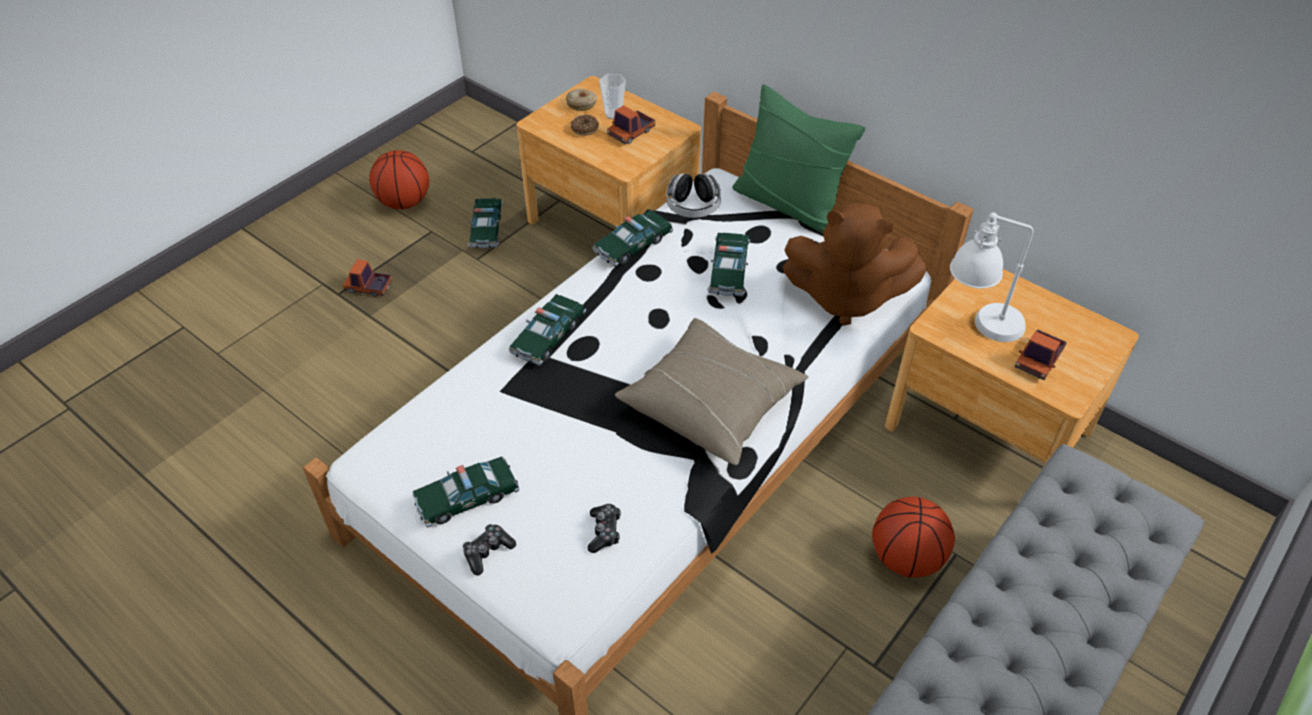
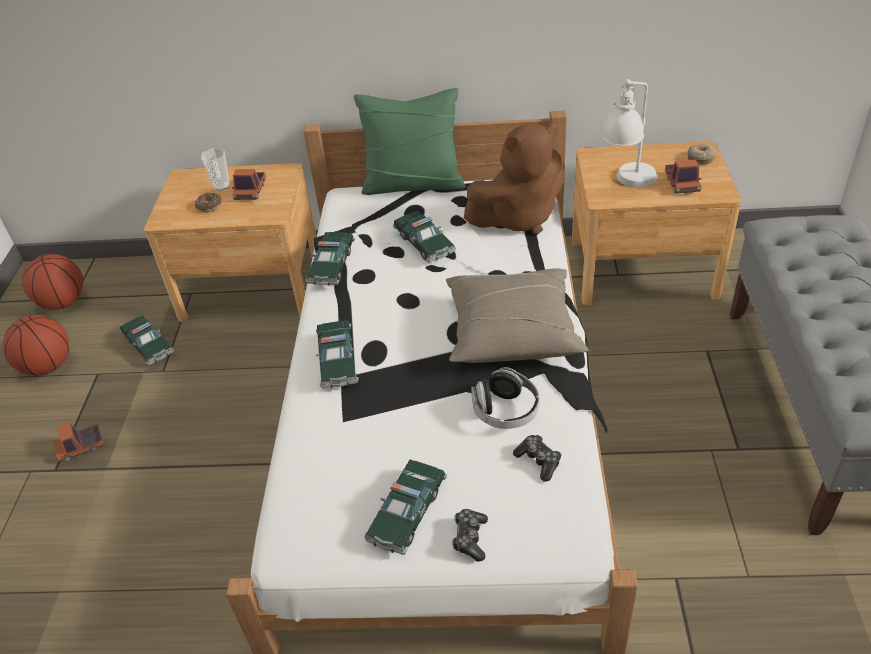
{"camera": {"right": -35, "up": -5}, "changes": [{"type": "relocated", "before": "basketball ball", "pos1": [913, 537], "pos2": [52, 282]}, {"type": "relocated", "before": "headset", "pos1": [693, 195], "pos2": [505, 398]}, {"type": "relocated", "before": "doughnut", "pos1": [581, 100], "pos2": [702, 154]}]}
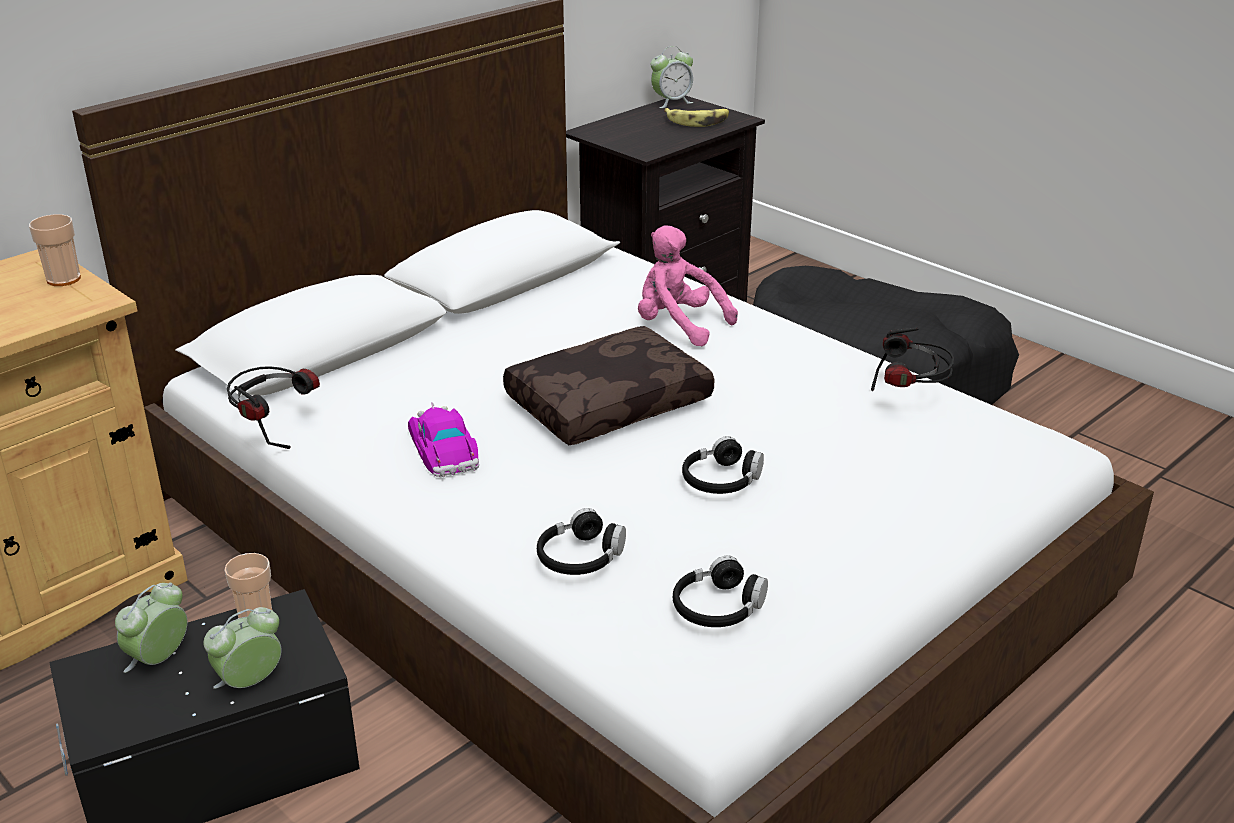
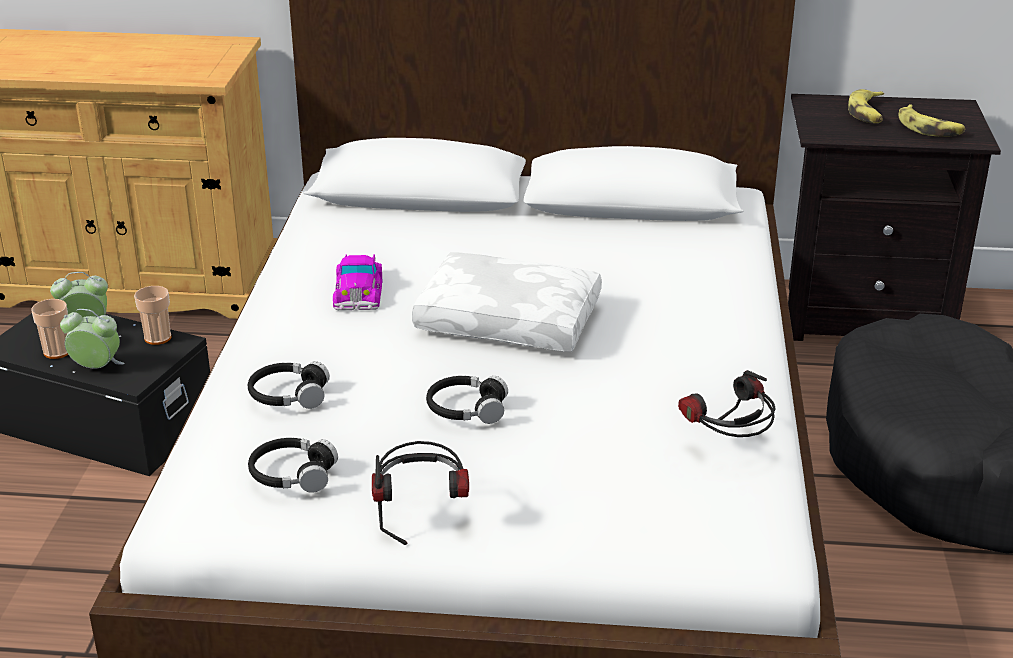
{"camera": {"right": 50, "up": 0}, "changes": [{"type": "relocated", "before": "small cup", "pos1": [55, 250], "pos2": [49, 329]}, {"type": "spun", "before": "miniature car", "pos1": [443, 439], "pos2": [357, 282], "turn": 150}, {"type": "relocated", "before": "headset", "pos1": [273, 407], "pos2": [420, 493]}, {"type": "colour", "before": "throw pillow (brown)", "after": "throw pillow (white)", "pos1": [609, 385], "pos2": [507, 302]}, {"type": "appeared", "after": "banana", "pos2": [866, 106]}, {"type": "missing", "before": "soft toy (pink)", "pos1": [688, 285]}, {"type": "missing", "before": "table clock", "pos1": [672, 77]}]}
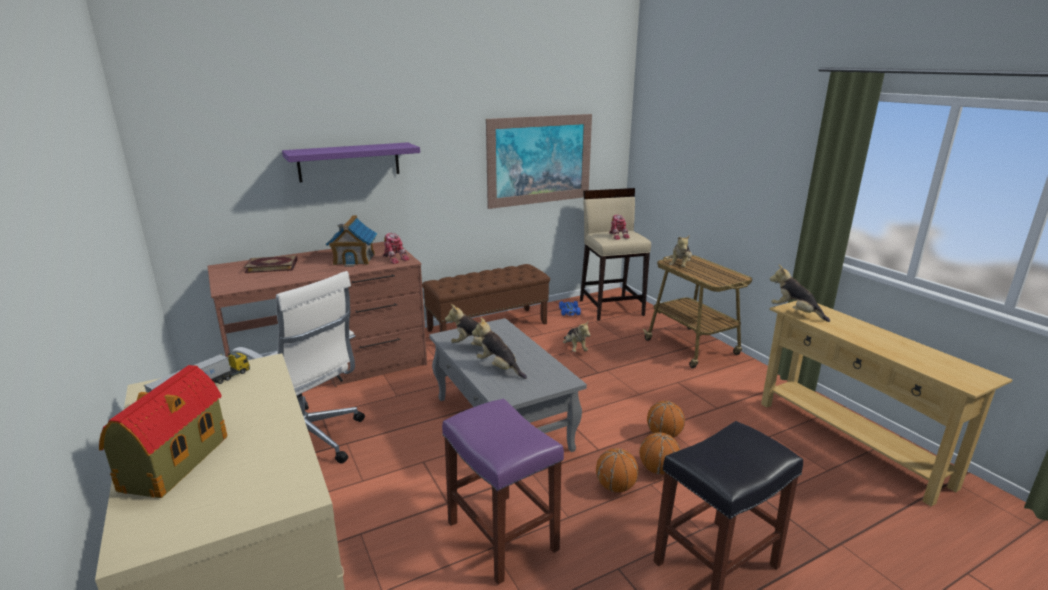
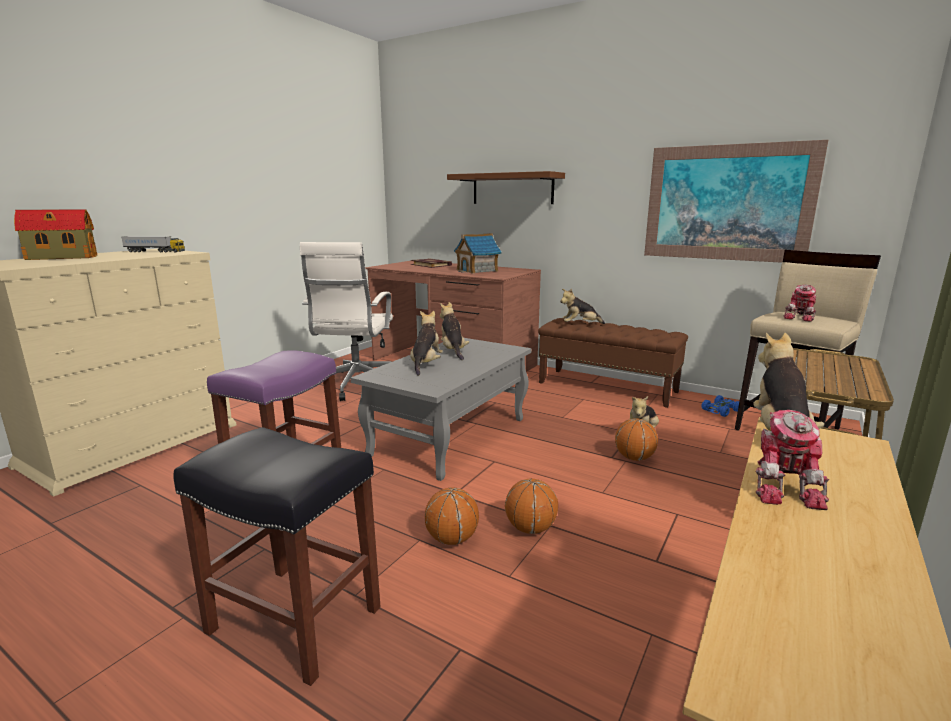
{"camera": {"right": 60, "up": -5}, "changes": [{"type": "colour", "before": "wall shelf (purple-coloured)", "after": "wall shelf (brown)", "pos1": [351, 162], "pos2": [506, 187]}, {"type": "relocated", "before": "soft toy", "pos1": [680, 251], "pos2": [582, 306]}, {"type": "relocated", "before": "basketball ball", "pos1": [617, 470], "pos2": [636, 439]}, {"type": "relocated", "before": "toy robot", "pos1": [396, 248], "pos2": [792, 460]}]}
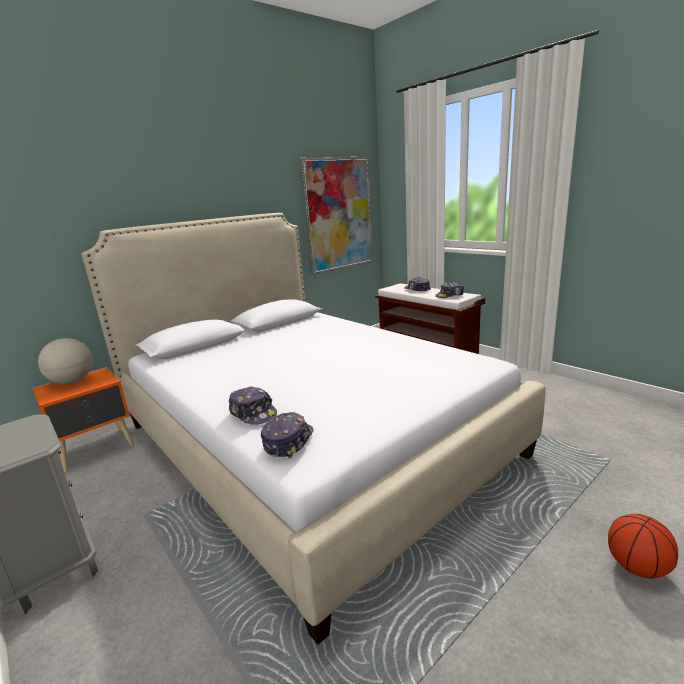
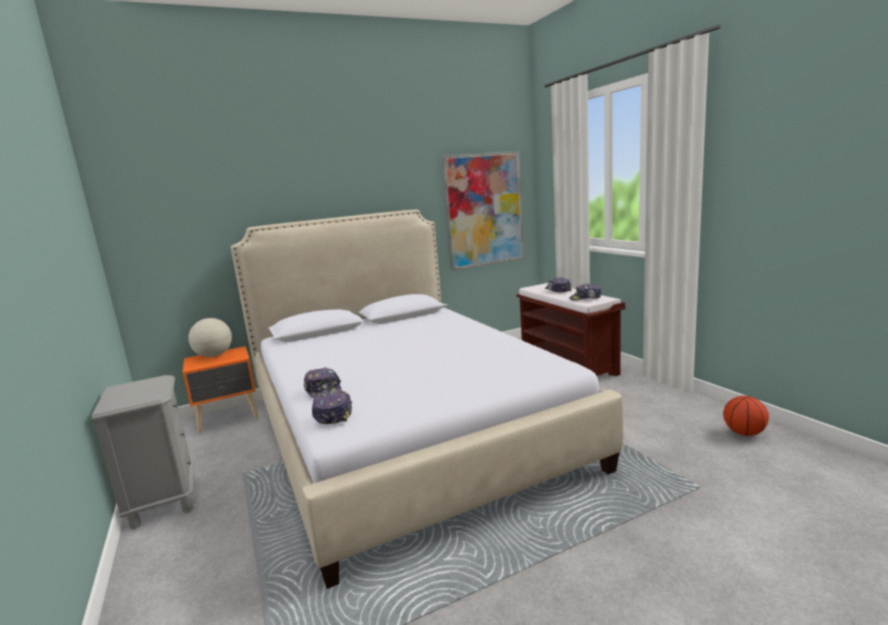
{"camera": {"right": 15, "up": -5}, "changes": [{"type": "spun", "before": "cap", "pos1": [287, 435], "pos2": [332, 406], "turn": -45}, {"type": "relocated", "before": "basketball ball", "pos1": [643, 546], "pos2": [746, 416]}]}
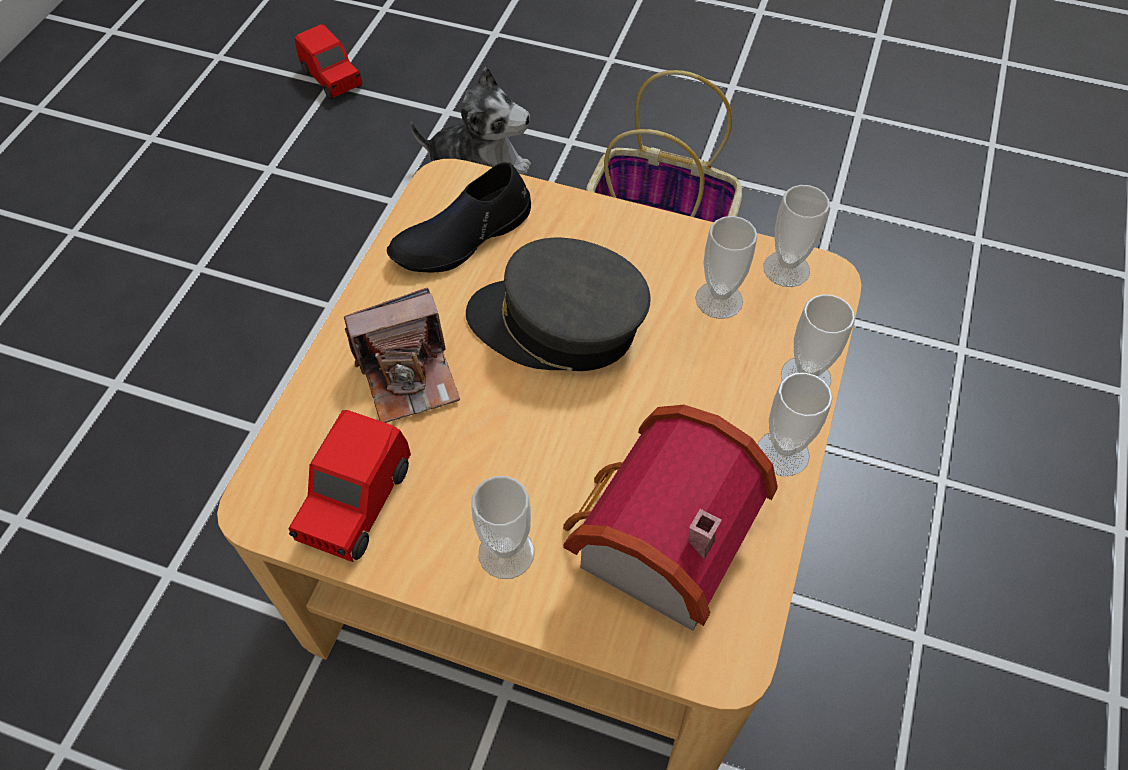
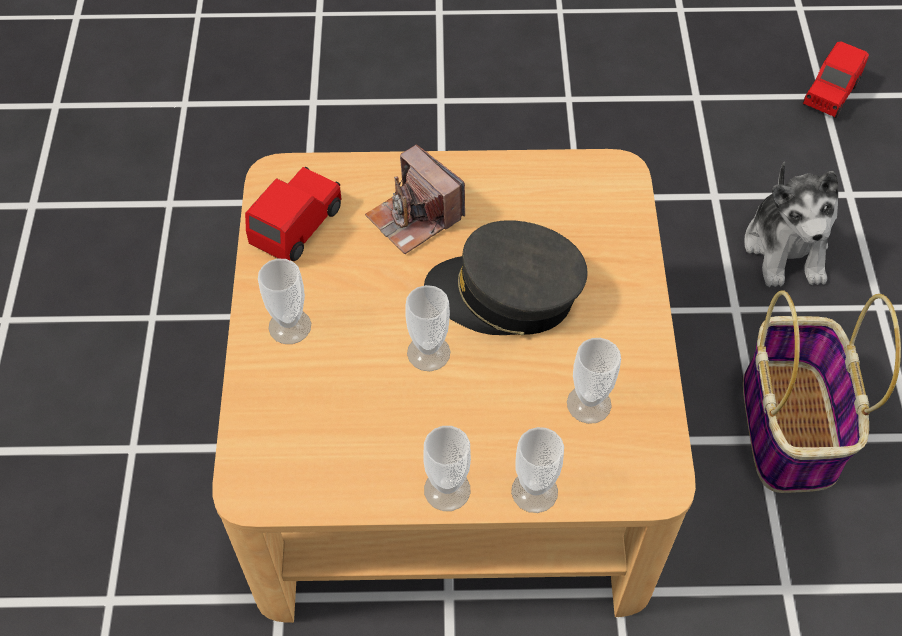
{"camera": {"right": 70, "up": 0}, "changes": [{"type": "spun", "before": "miniature car (red)", "pos1": [349, 486], "pos2": [293, 214], "turn": 120}, {"type": "relocated", "before": "small cup", "pos1": [797, 236], "pos2": [428, 328]}, {"type": "spun", "before": "cap (greyish)", "pos1": [558, 305], "pos2": [506, 277], "turn": -75}, {"type": "missing", "before": "low shoe (blackish)", "pos1": [459, 217]}, {"type": "missing", "before": "model house", "pos1": [670, 518]}]}
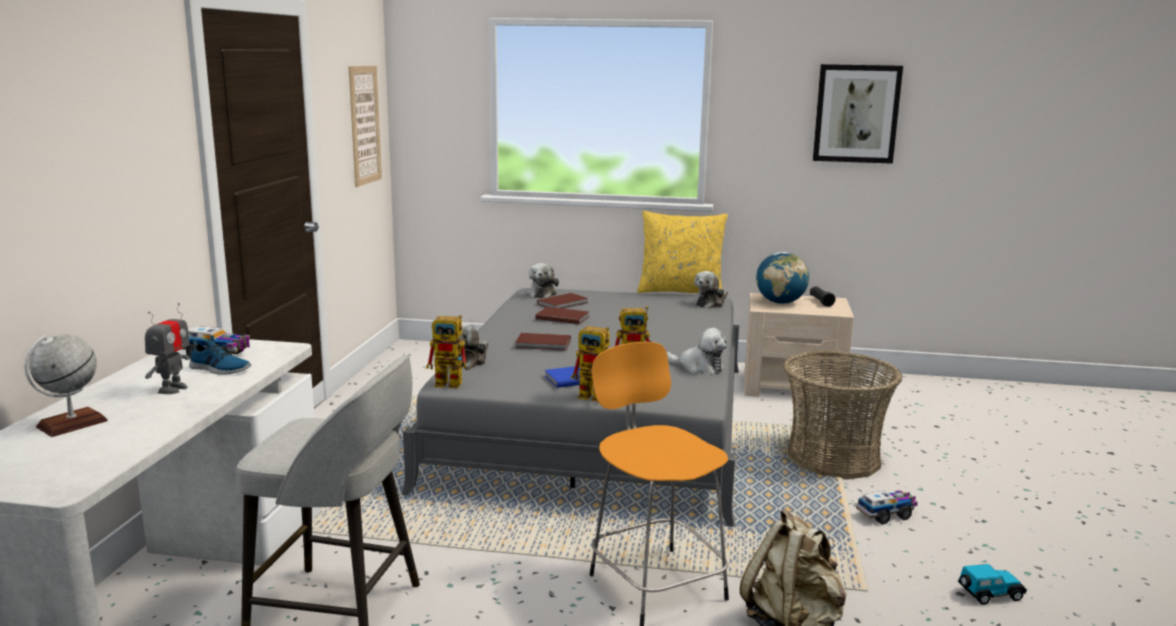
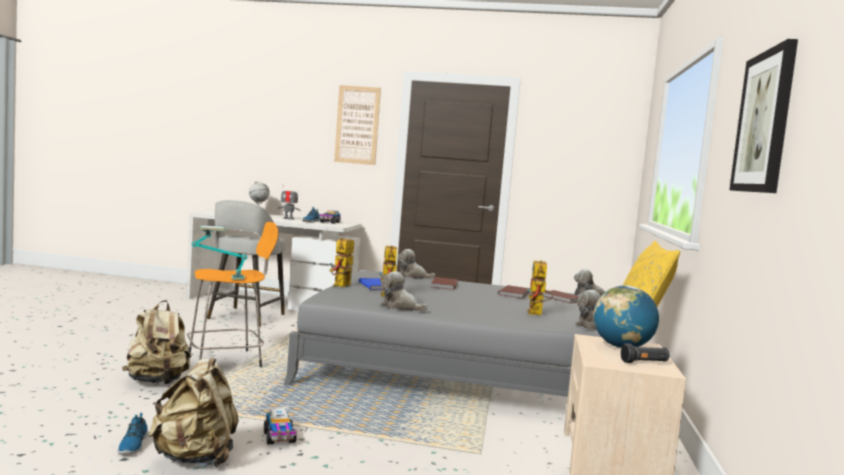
{"camera": {"right": 90, "up": -10}, "changes": [{"type": "exchanged", "before": "miniature car", "after": "low shoe", "pos1": [992, 584], "pos2": [133, 433]}, {"type": "appeared", "after": "backpack (sand-coloured)", "pos2": [193, 412]}, {"type": "appeared", "after": "tabletop lamp", "pos2": [219, 253]}, {"type": "relocated", "before": "picture", "pos1": [365, 126], "pos2": [357, 125]}, {"type": "spun", "before": "soft toy", "pos1": [696, 351], "pos2": [404, 291], "turn": 90}, {"type": "relocated", "before": "toy robot", "pos1": [451, 351], "pos2": [540, 287]}, {"type": "missing", "before": "storage basket", "pos1": [842, 415]}]}
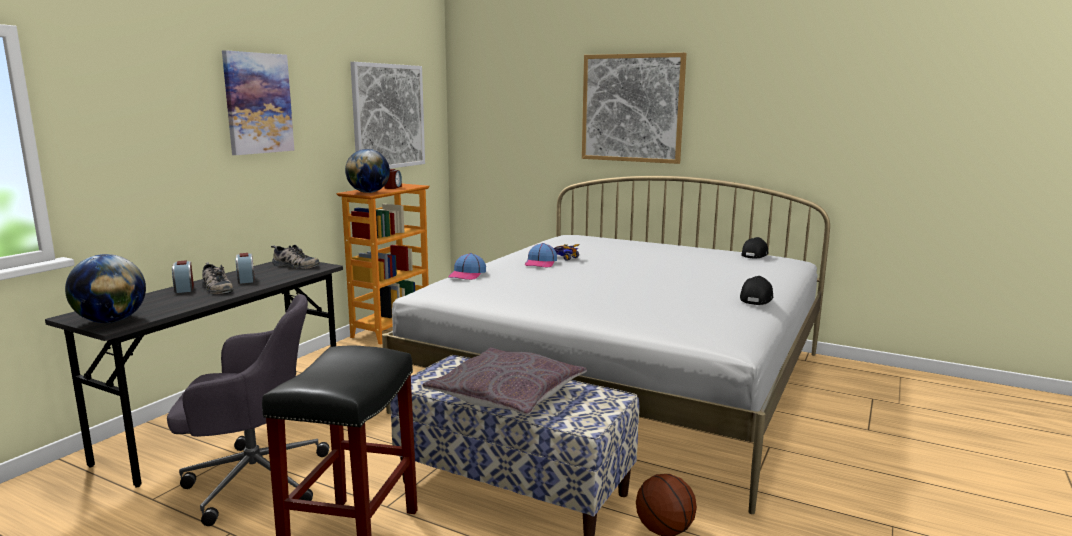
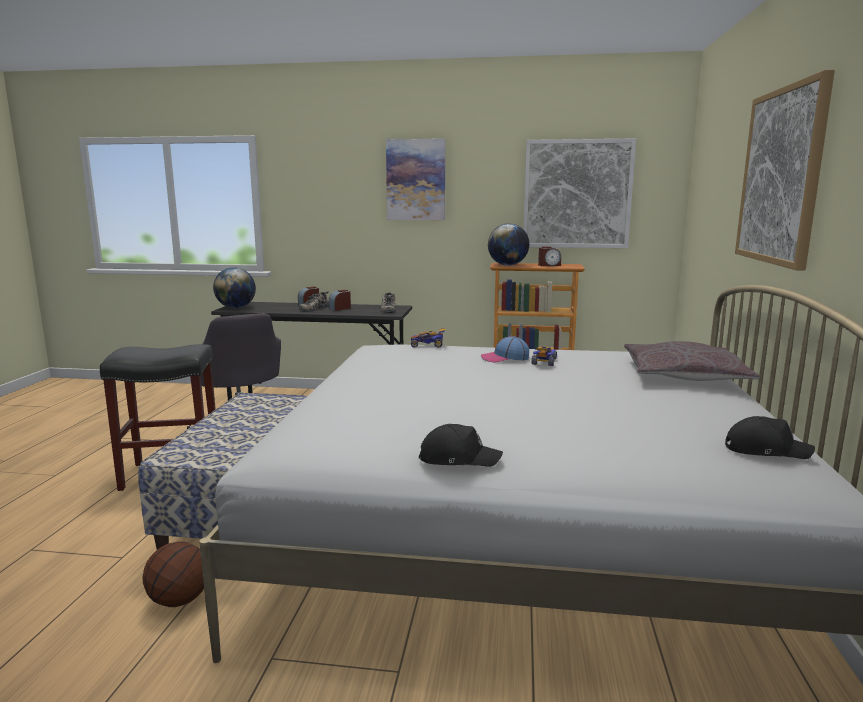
{"camera": {"right": 70, "up": 0}, "changes": [{"type": "exchanged", "before": "cap", "after": "miniature car", "pos1": [467, 266], "pos2": [428, 338]}, {"type": "relocated", "before": "throw pillow (greyish)", "pos1": [505, 381], "pos2": [692, 361]}]}
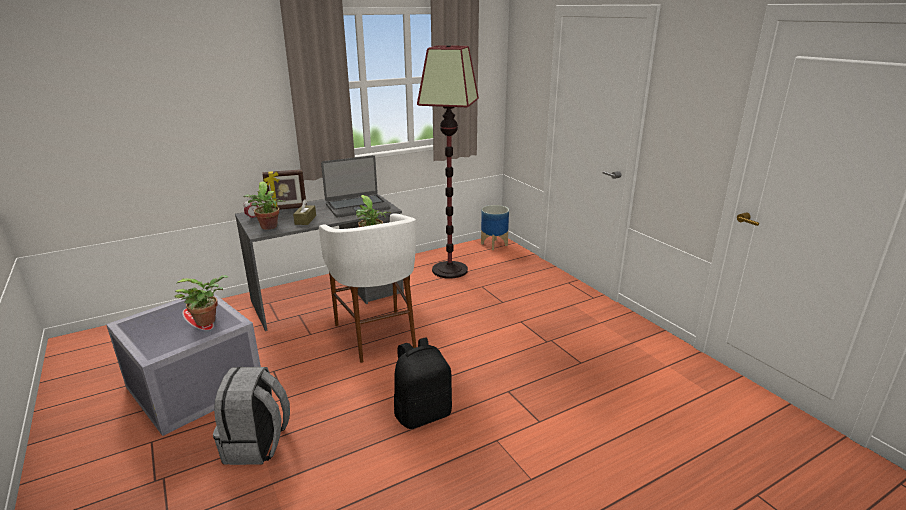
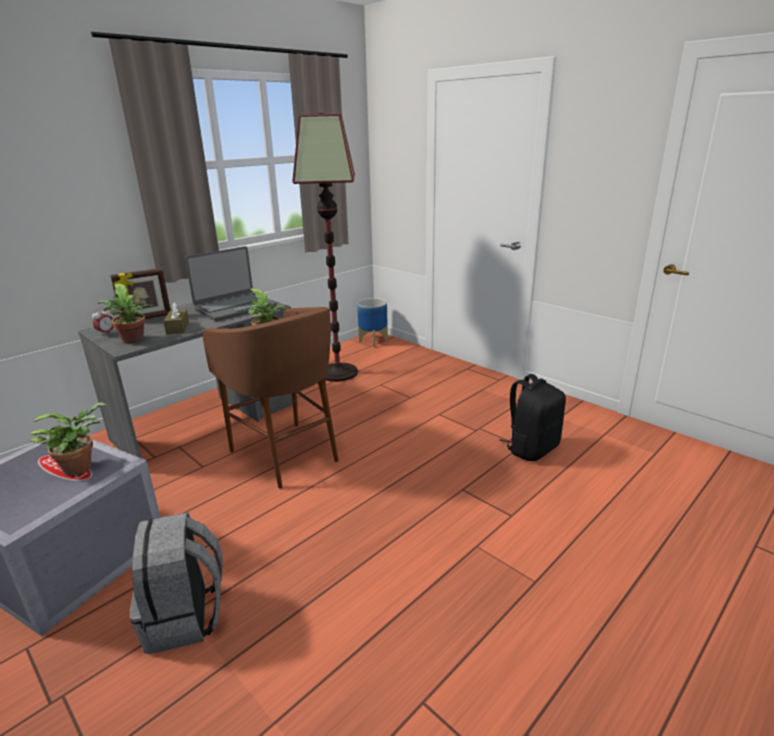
{"camera": {"right": -15, "up": 0}, "changes": [{"type": "colour", "before": "stool seat (white)", "after": "stool seat (brown)", "pos1": [367, 288], "pos2": [270, 398]}, {"type": "relocated", "before": "backpack (blackish)", "pos1": [423, 383], "pos2": [532, 417]}]}
